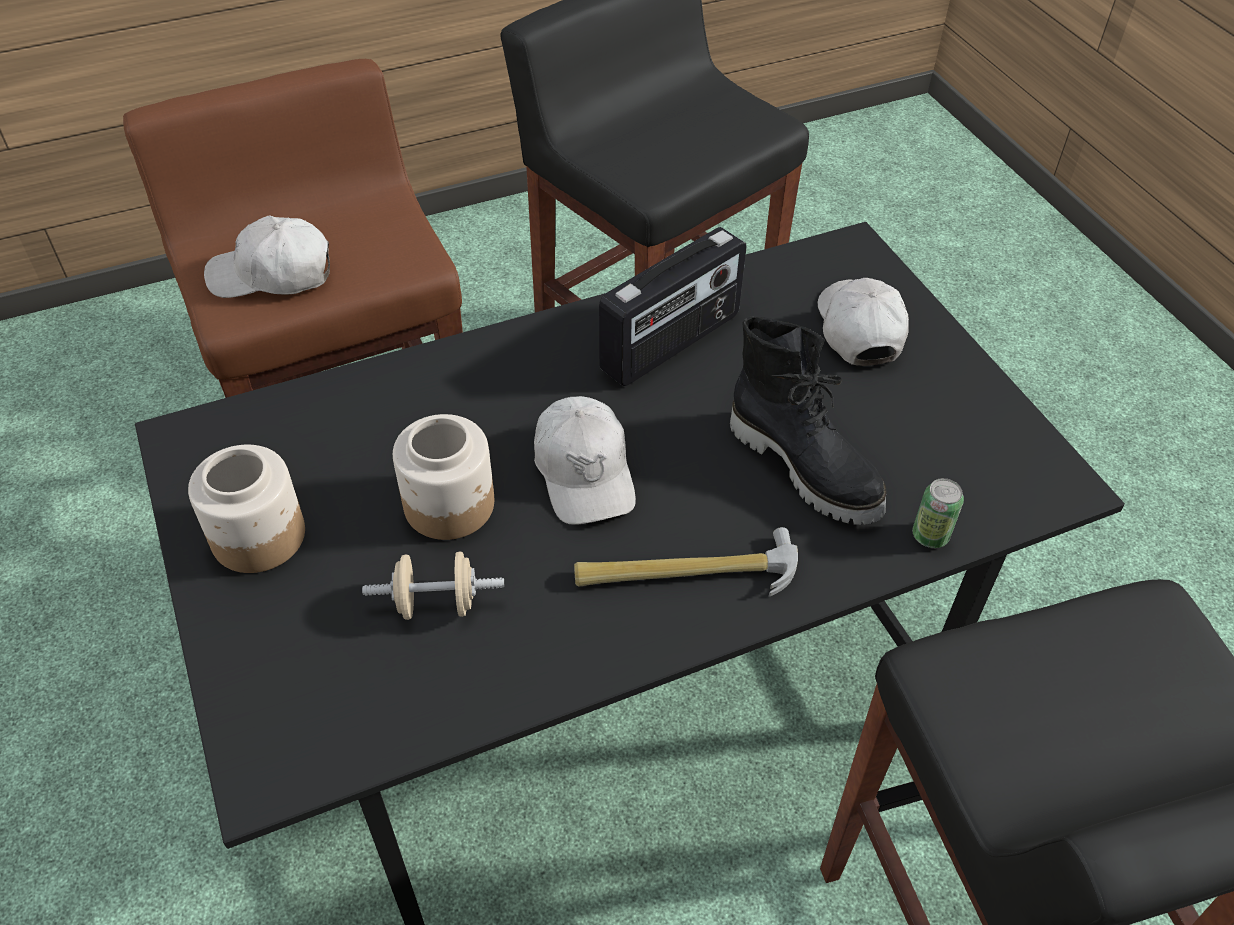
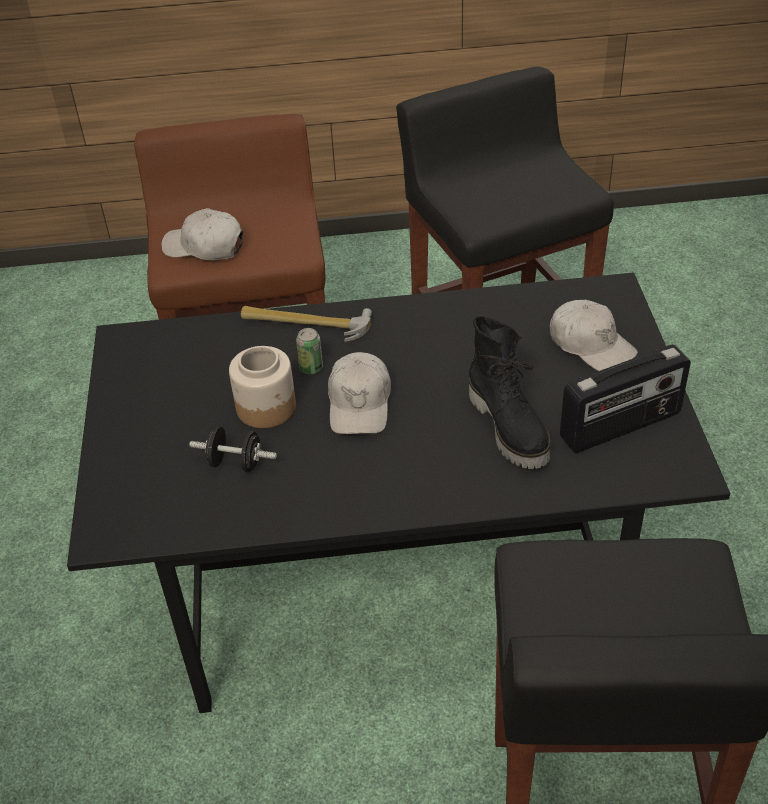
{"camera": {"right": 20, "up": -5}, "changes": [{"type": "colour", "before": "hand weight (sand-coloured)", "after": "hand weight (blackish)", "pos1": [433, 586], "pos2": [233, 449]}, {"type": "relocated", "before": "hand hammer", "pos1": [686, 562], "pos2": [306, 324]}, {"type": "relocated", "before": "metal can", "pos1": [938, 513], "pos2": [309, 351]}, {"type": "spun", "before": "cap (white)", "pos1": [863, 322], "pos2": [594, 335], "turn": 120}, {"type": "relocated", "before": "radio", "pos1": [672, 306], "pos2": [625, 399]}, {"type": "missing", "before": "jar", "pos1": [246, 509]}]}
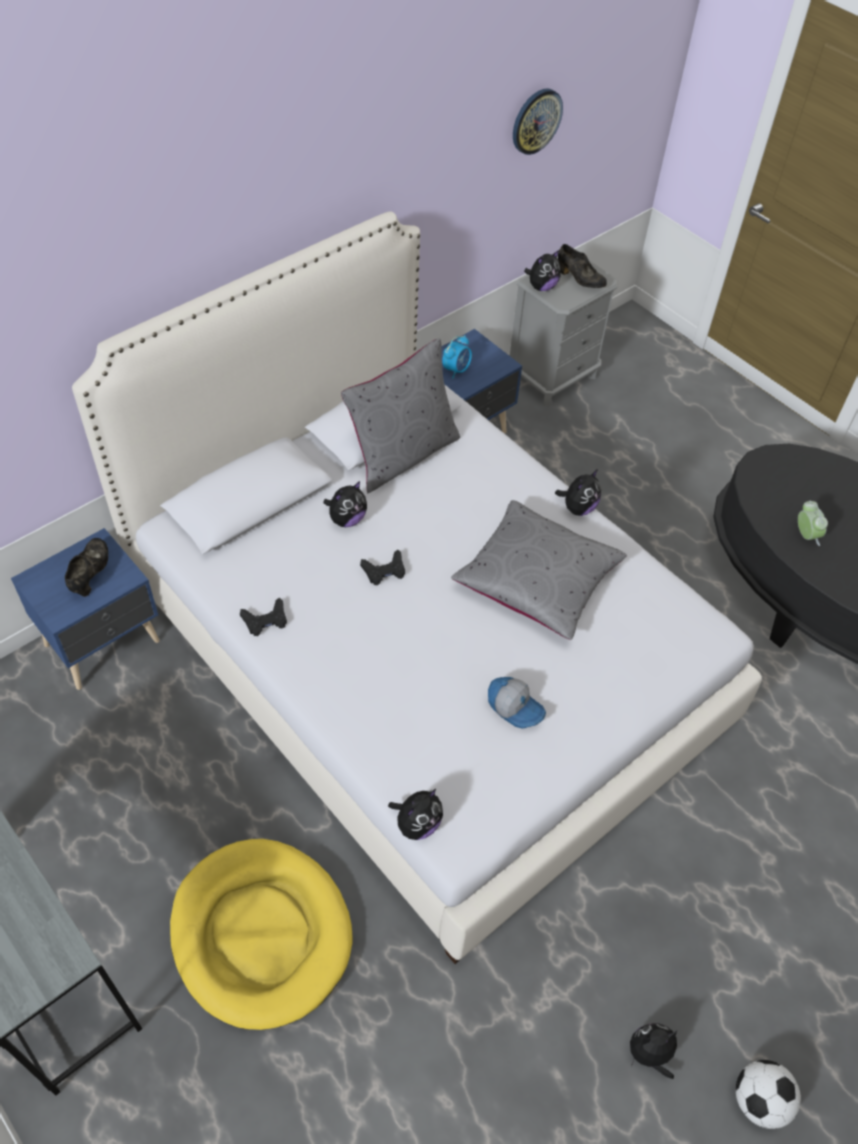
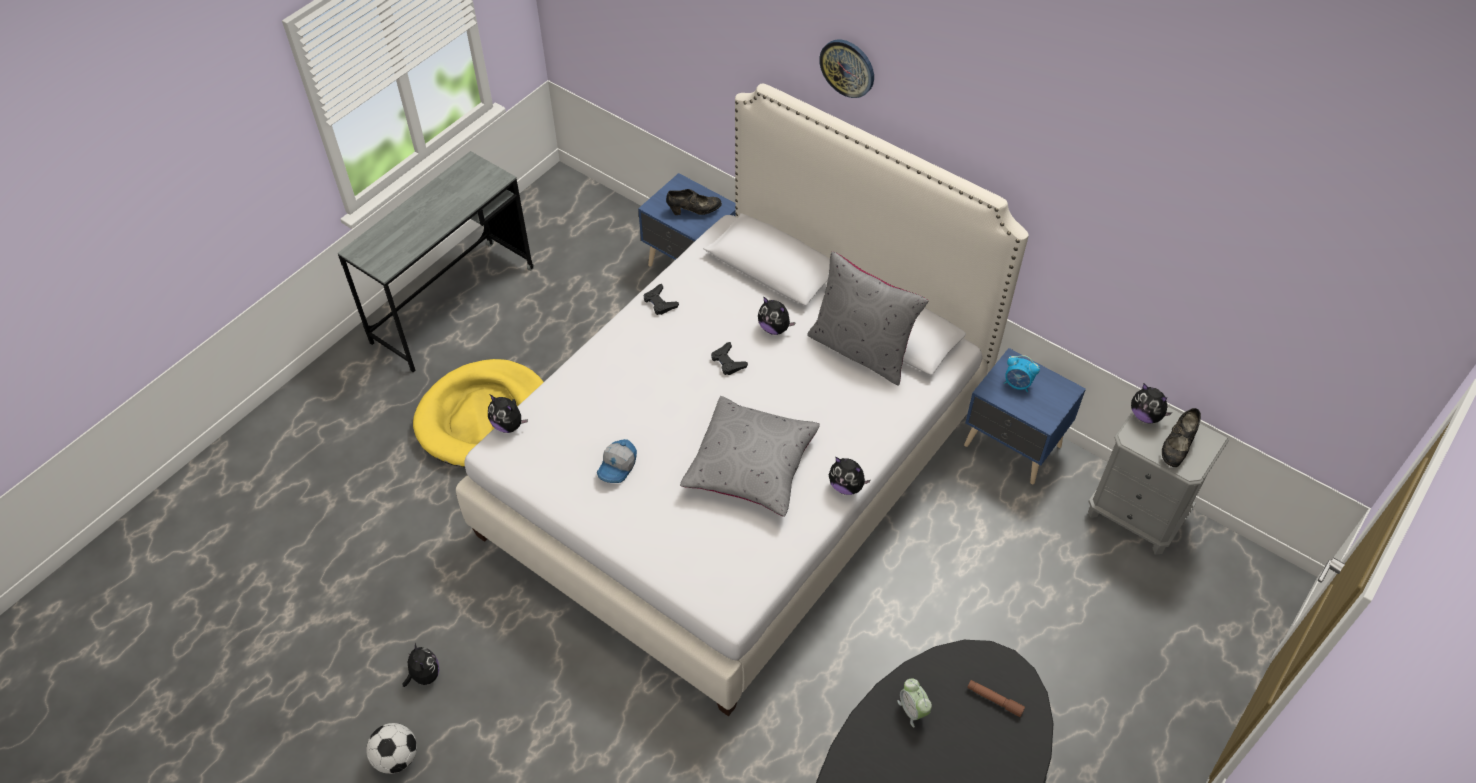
{"camera": {"right": 80, "up": 0}, "changes": [{"type": "relocated", "before": "hanging clock", "pos1": [538, 121], "pos2": [846, 69]}, {"type": "spun", "before": "table clock", "pos1": [813, 523], "pos2": [914, 703], "turn": 90}, {"type": "appeared", "after": "hand torch (brown)", "pos2": [996, 698]}]}
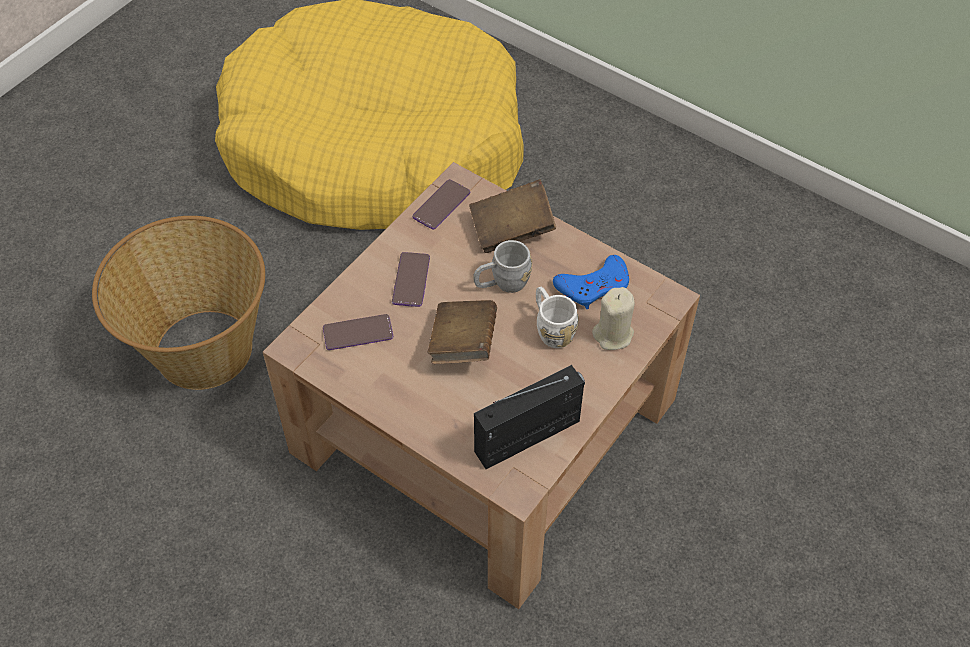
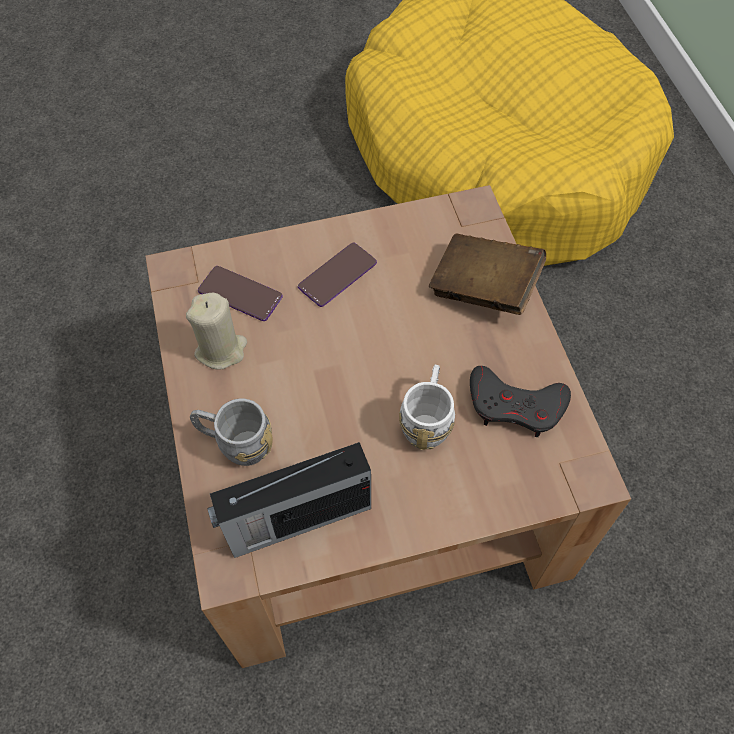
{"camera": {"right": 40, "up": 5}, "changes": [{"type": "relocated", "before": "wax light (sand-coloured)", "pos1": [613, 318], "pos2": [216, 331]}, {"type": "relocated", "before": "tea mug (greyish)", "pos1": [502, 266], "pos2": [231, 432]}, {"type": "spun", "before": "radio", "pos1": [529, 417], "pos2": [289, 500], "turn": 150}, {"type": "colour", "before": "gamepad (blue)", "after": "gamepad (greyish)", "pos1": [591, 282], "pos2": [520, 401]}, {"type": "missing", "before": "storage basket", "pos1": [178, 303]}, {"type": "missing", "before": "telephone", "pos1": [441, 204]}, {"type": "missing", "before": "book (brown)", "pos1": [462, 332]}]}
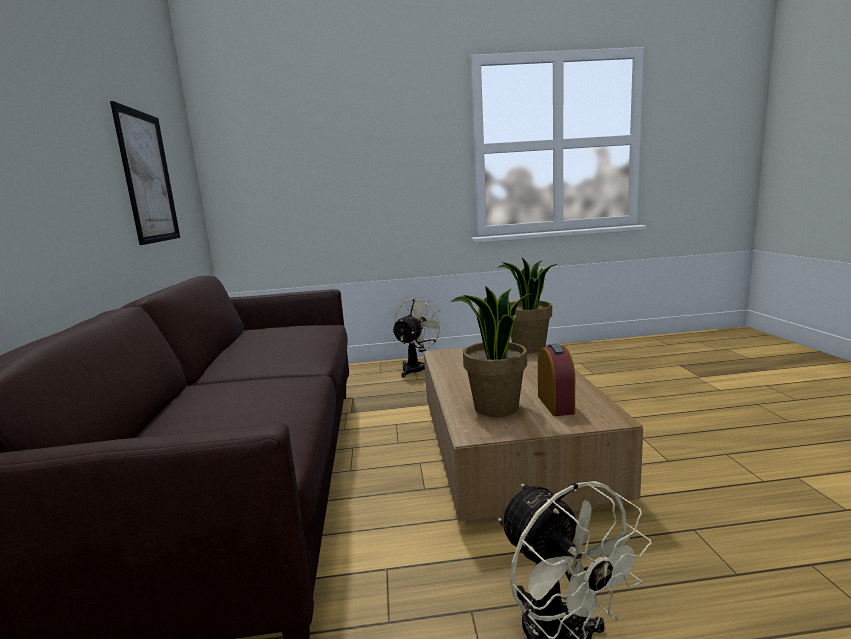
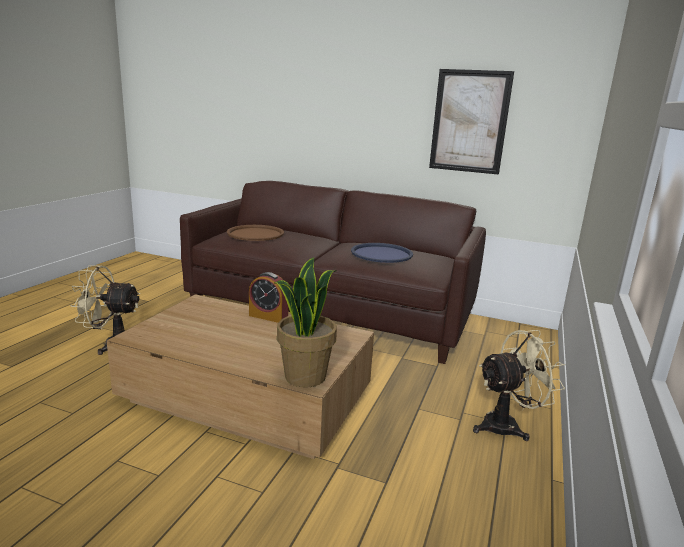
{"camera": {"right": 115, "up": 5}, "changes": [{"type": "appeared", "after": "serving tray (brown)", "pos2": [255, 233]}, {"type": "relocated", "before": "table clock", "pos1": [556, 380], "pos2": [268, 297]}, {"type": "appeared", "after": "serving tray (blue)", "pos2": [382, 253]}, {"type": "spun", "before": "fan (sand-coloured)", "pos1": [418, 337], "pos2": [519, 385], "turn": -75}, {"type": "missing", "before": "potted plant", "pos1": [491, 351]}]}
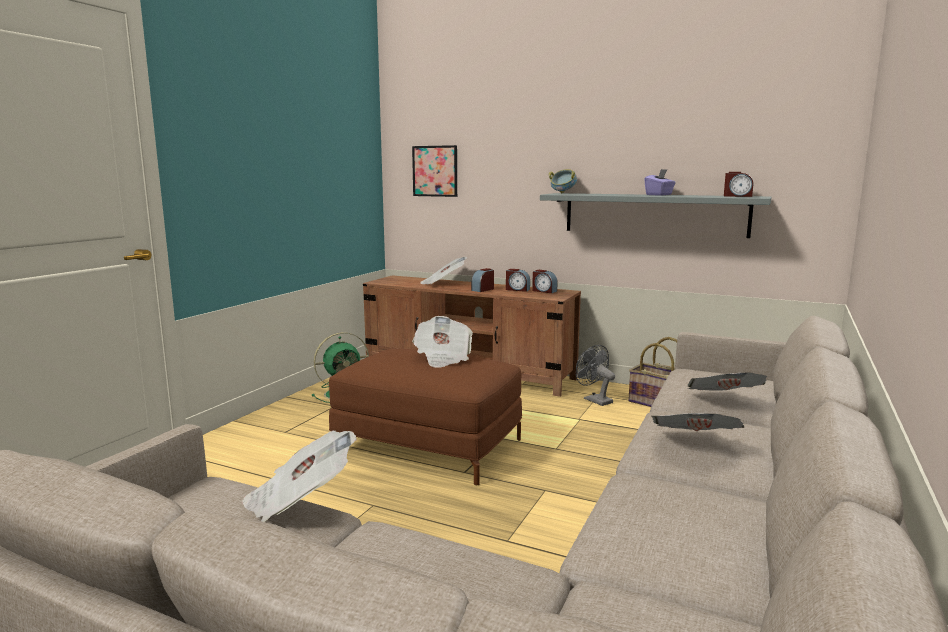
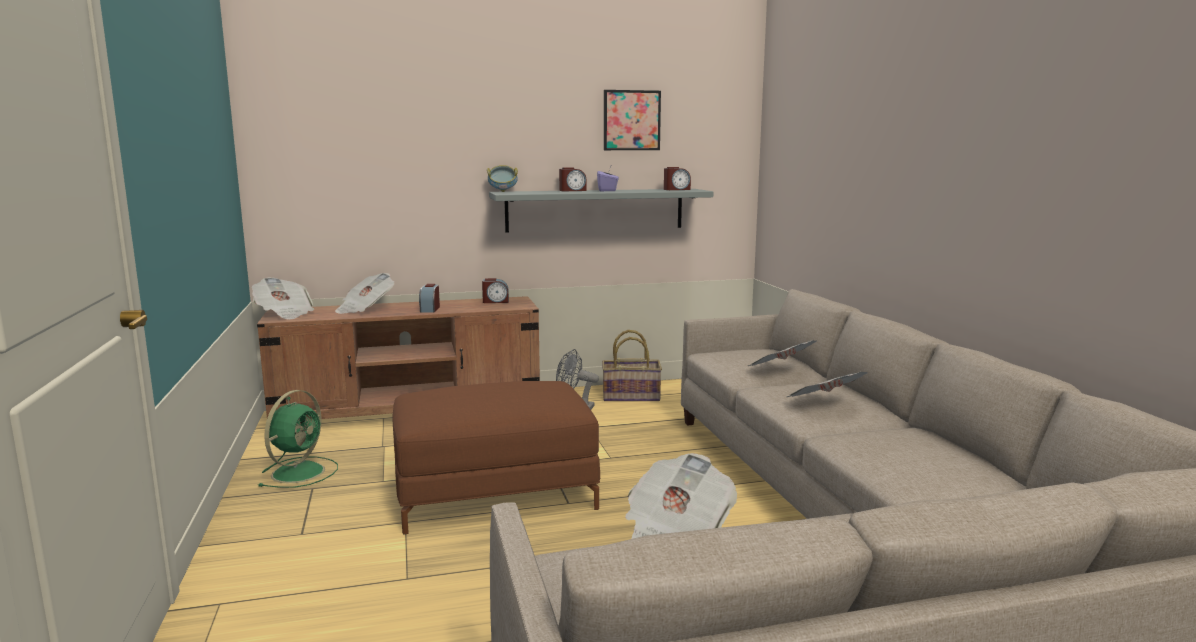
{"camera": {"right": -40, "up": 0}, "changes": [{"type": "relocated", "before": "printed paper", "pos1": [442, 342], "pos2": [283, 298]}, {"type": "relocated", "before": "table clock", "pos1": [518, 280], "pos2": [573, 179]}, {"type": "relocated", "before": "picture", "pos1": [434, 171], "pos2": [632, 120]}]}
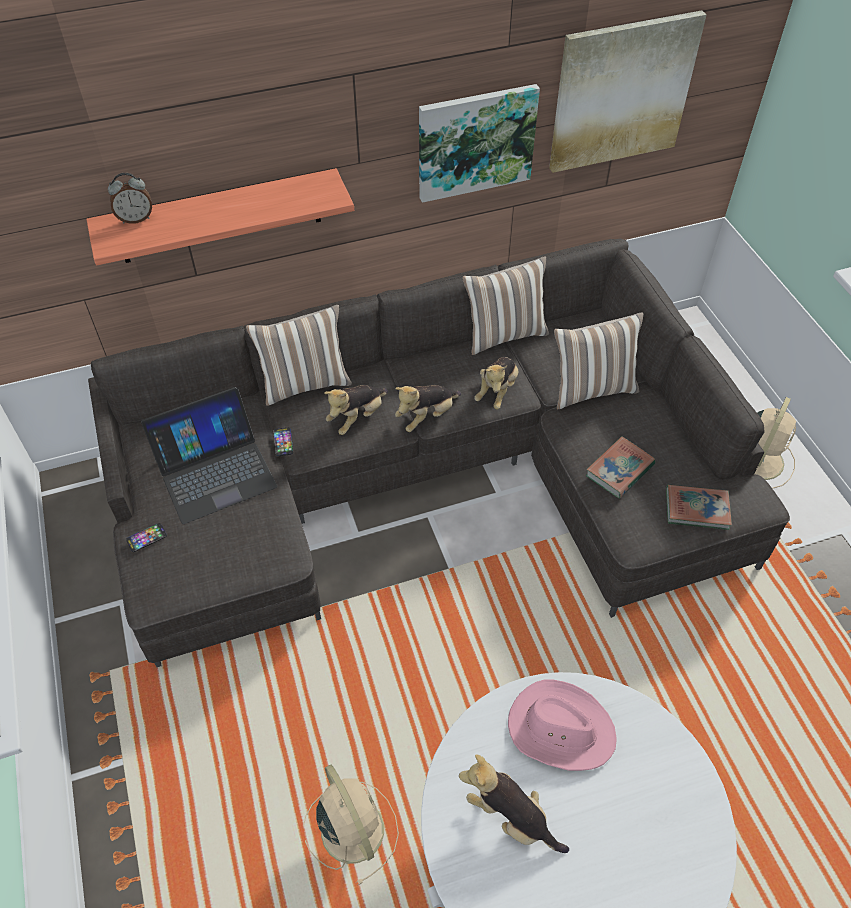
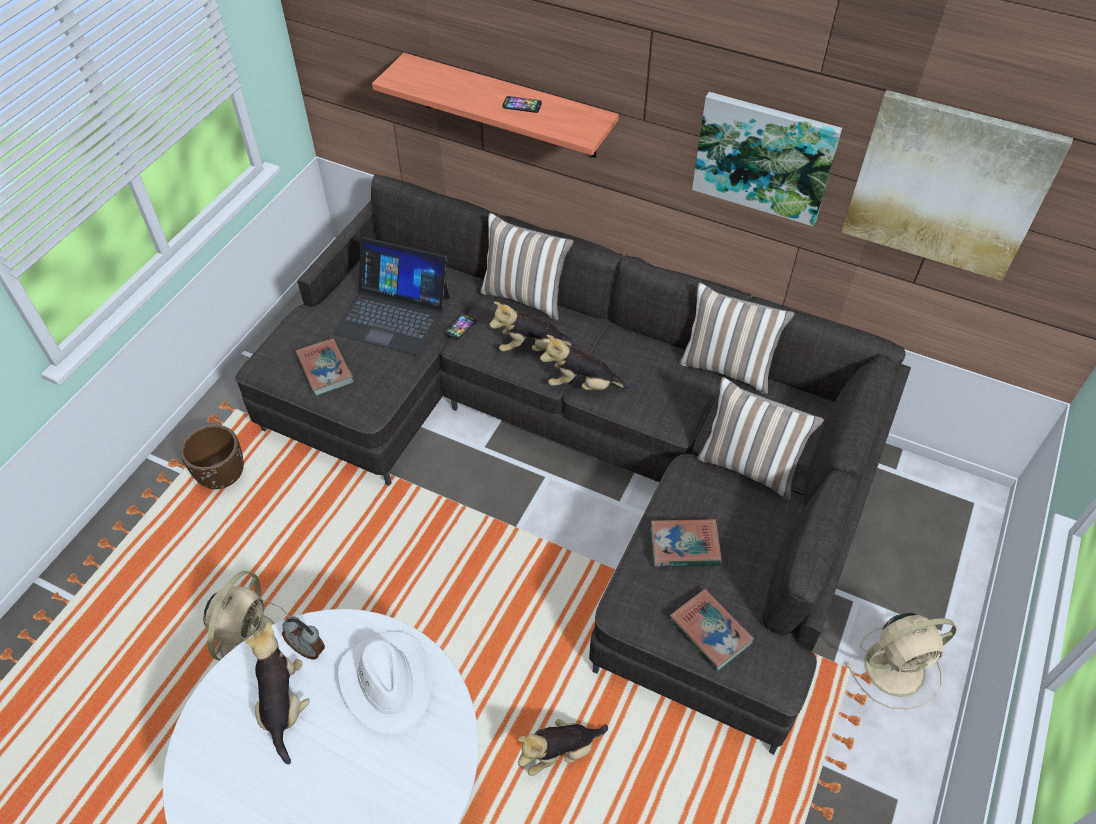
{"camera": {"right": 45, "up": 0}, "changes": [{"type": "appeared", "after": "planter (brown)", "pos2": [212, 457]}, {"type": "relocated", "before": "table clock", "pos1": [130, 198], "pos2": [303, 638]}, {"type": "appeared", "after": "book", "pos2": [325, 367]}, {"type": "colour", "before": "wearable hat (pink)", "after": "wearable hat (white)", "pos1": [562, 725], "pos2": [385, 683]}, {"type": "relocated", "before": "telephone", "pos1": [146, 537], "pos2": [522, 104]}, {"type": "relocated", "before": "soft toy", "pos1": [496, 383], "pos2": [563, 747]}]}
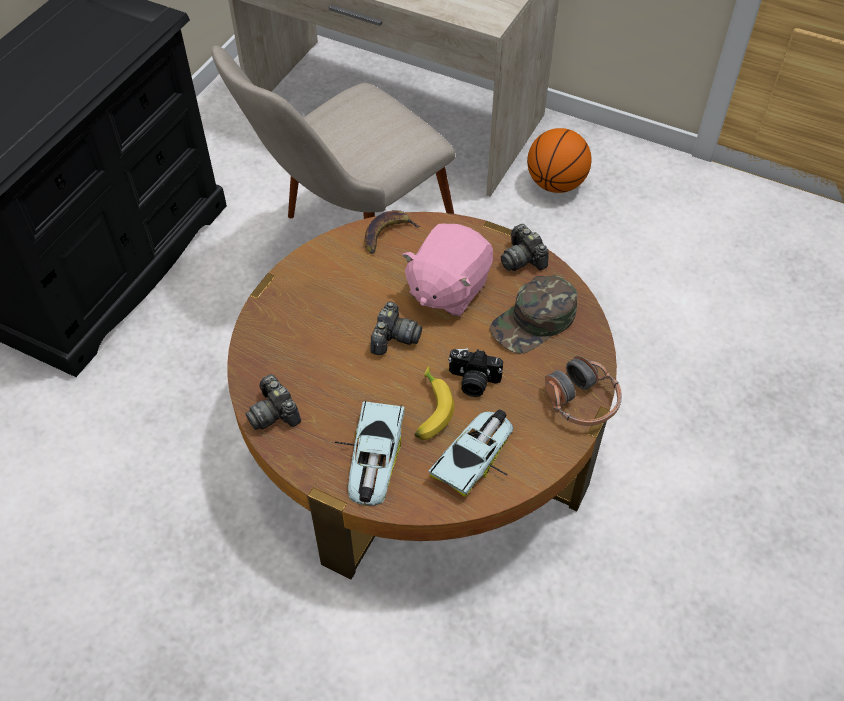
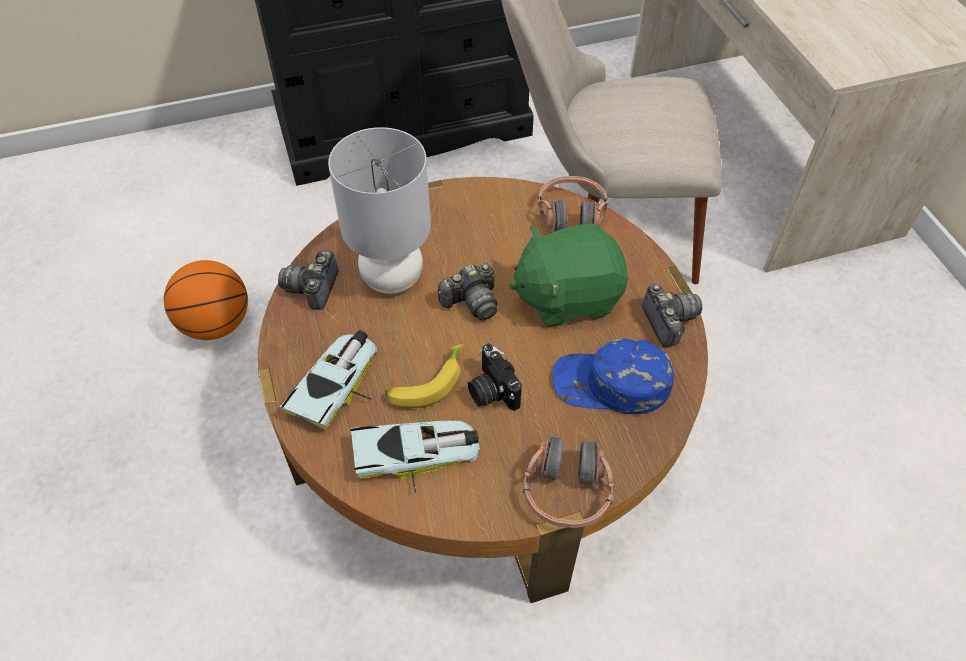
{"camera": {"right": 45, "up": 0}, "changes": [{"type": "relocated", "before": "basketball ball", "pos1": [559, 160], "pos2": [206, 300]}, {"type": "spun", "before": "miniature car", "pos1": [369, 453], "pos2": [328, 380], "turn": 150}, {"type": "appeared", "after": "tabletop lamp (greyish)", "pos2": [379, 210]}, {"type": "colour", "before": "soft toy (pink)", "after": "soft toy (green)", "pos1": [447, 270], "pos2": [568, 276]}, {"type": "exchanged", "before": "banana", "after": "headset", "pos1": [392, 232], "pos2": [573, 204]}, {"type": "colour", "before": "cap (green)", "after": "cap (blue)", "pos1": [533, 314], "pos2": [613, 376]}, {"type": "spun", "before": "still camera", "pos1": [525, 247], "pos2": [672, 316], "turn": 150}]}
